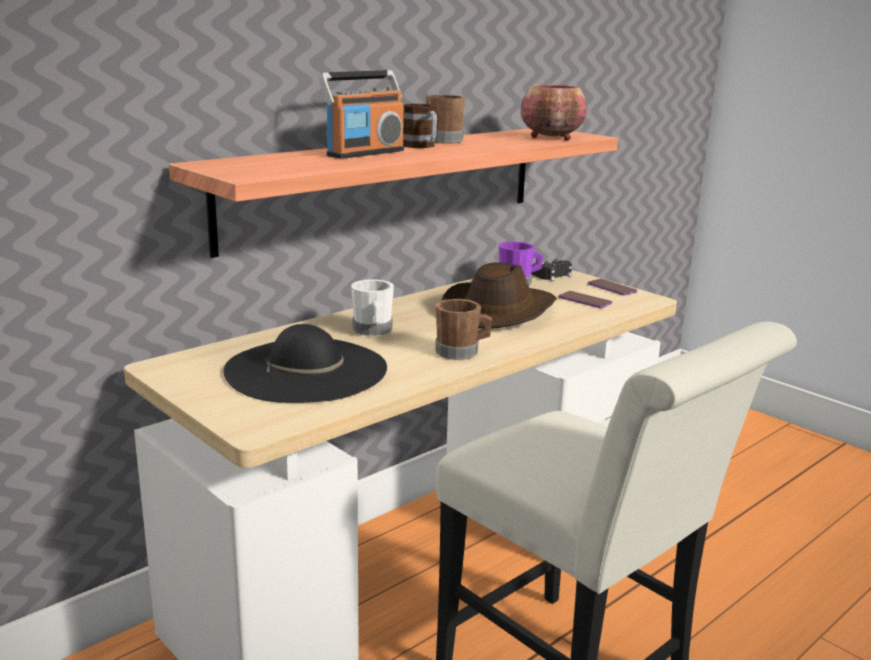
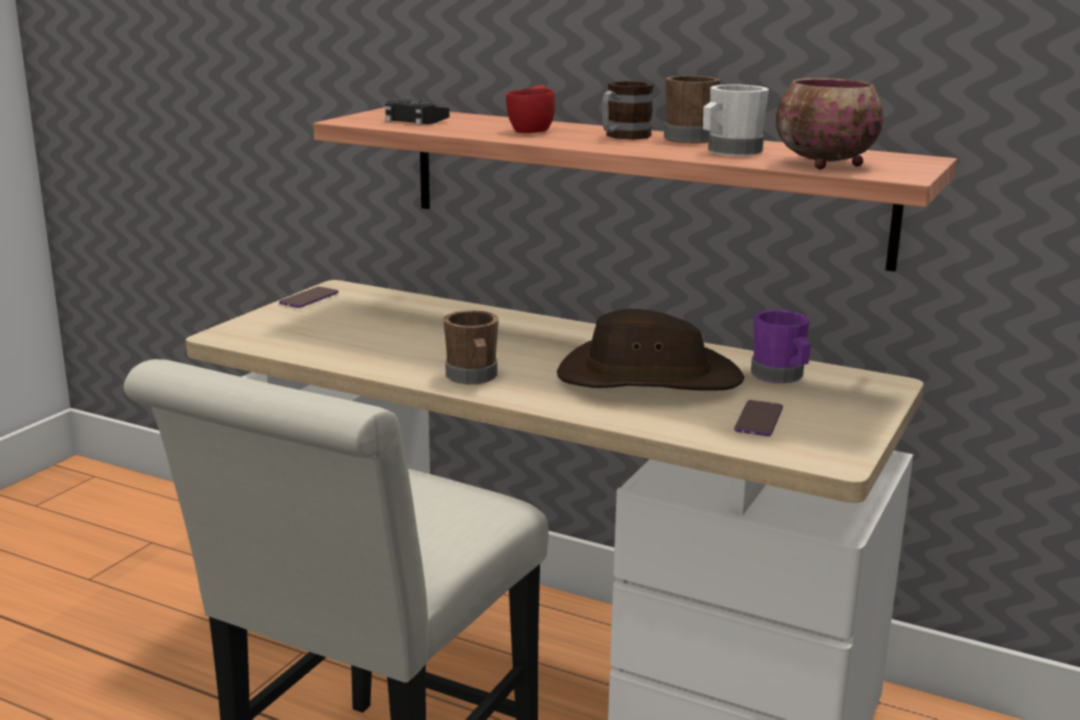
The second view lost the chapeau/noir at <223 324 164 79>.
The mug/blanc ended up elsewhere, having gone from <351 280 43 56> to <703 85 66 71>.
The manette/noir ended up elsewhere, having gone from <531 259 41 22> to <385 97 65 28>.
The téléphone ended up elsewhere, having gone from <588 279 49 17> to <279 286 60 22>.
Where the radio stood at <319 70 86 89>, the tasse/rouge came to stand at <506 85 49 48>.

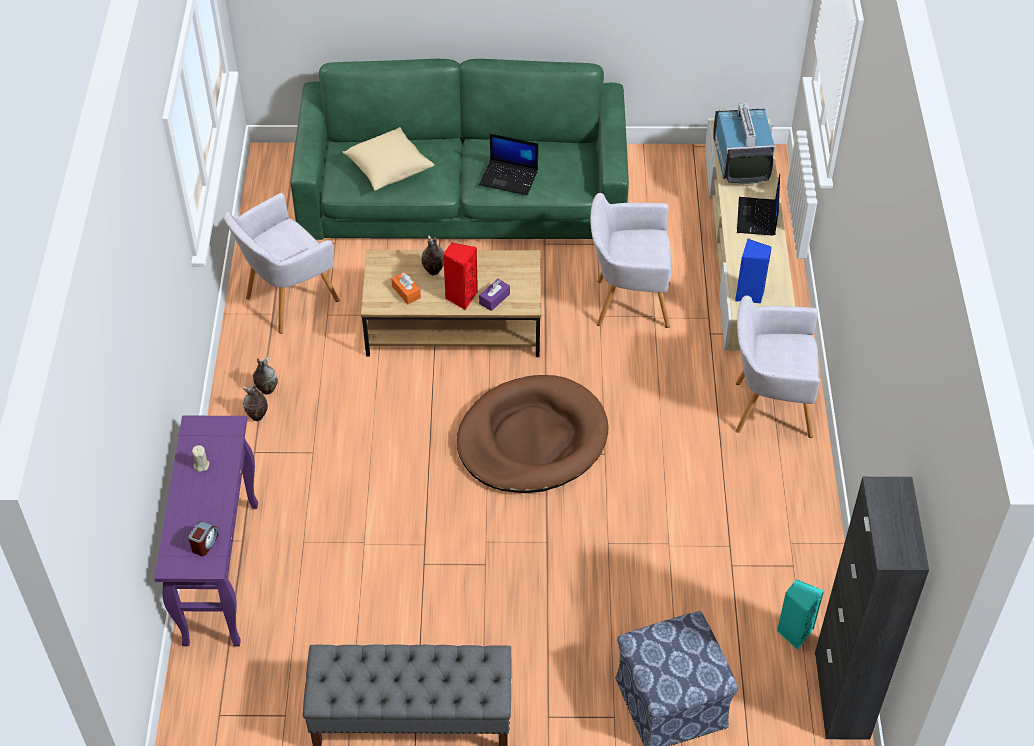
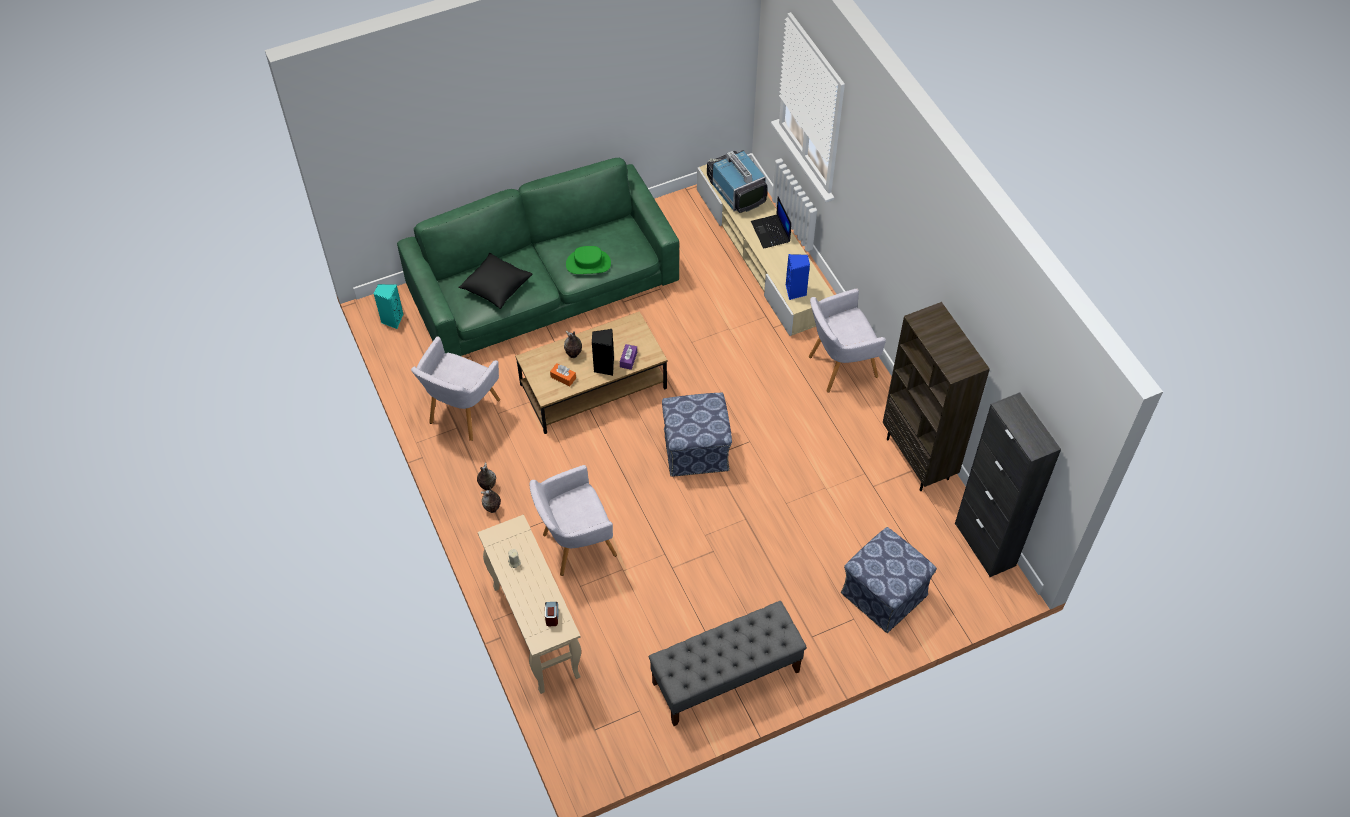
The second view gained the bibliothèque/marron at <883 302 107 189>.
The fauteuil/gris ended up elsewhere, having gone from <590 193 81 135> to <530 465 87 111>.
The enceinte/turquoise ended up elsewhere, having gone from <777 579 47 71> to <374 284 30 45>.
Where the panier pour chien/marron stood at <457 375 151 118>, the pouf came to stand at <662 393 70 84>.
Where the ordinateur portable stood at <479 133 59 62>, the chapeau/vert came to stand at <566 246 45 28>.
What was the table console/violet at <154 416 104 230> turned into the table console/beige at <478 514 103 180>.
What was the coussin/beige at <342 127 92 63> turned into the coussin/noir at <458 253 74 56>.
What was the enceinte/rouge at <443 243 35 67> turned into the enceinte/noir at <592 329 22 47>.

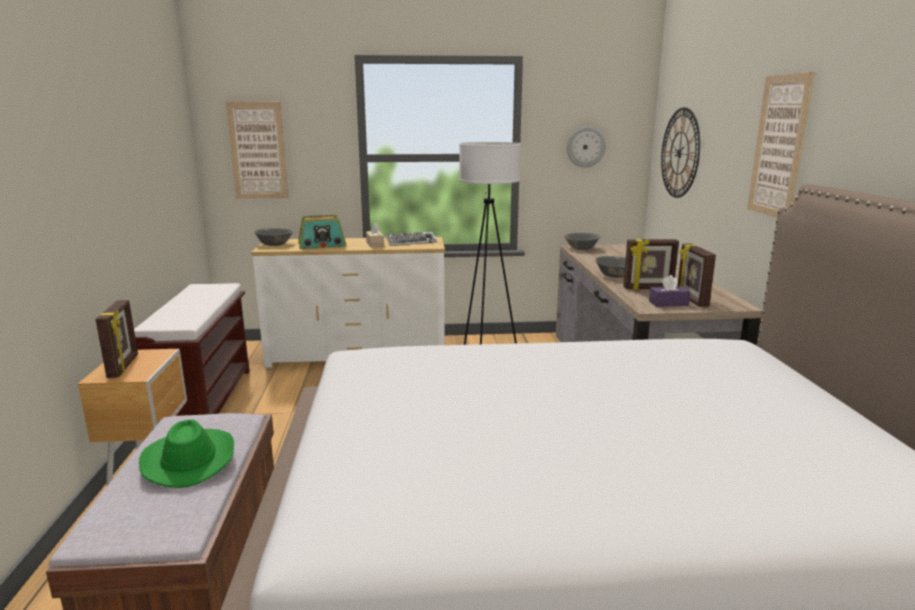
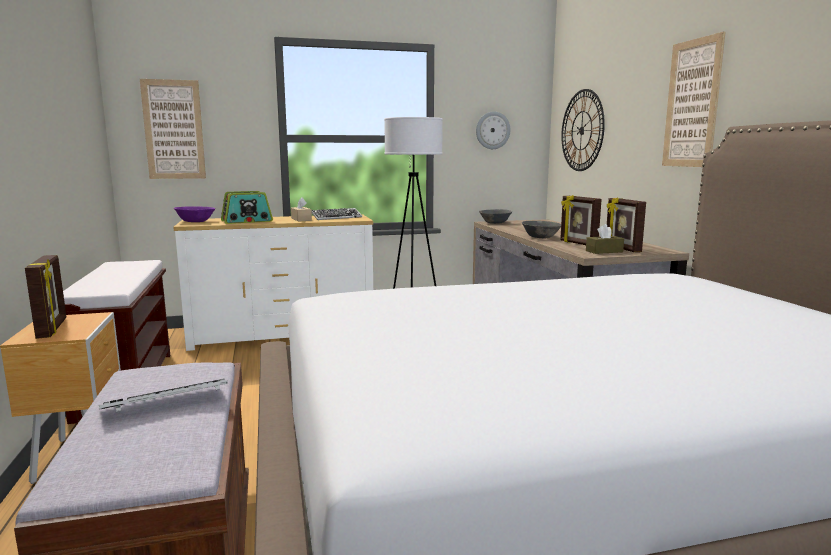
Where the chapeau/vert stood at <139 420 95 68>, the clavier came to stand at <99 379 129 33>.
What was the bol/gris at <254 228 39 18> turned into the bol/violet at <174 206 41 16>.
What was the boîte à mouchoirs/violet at <649 275 42 32> turned into the boîte à mouchoirs/marron at <586 224 38 30>.
The cadre photo at <623 239 56 51> ended up facing another way, 75 degrees clockwise from before.

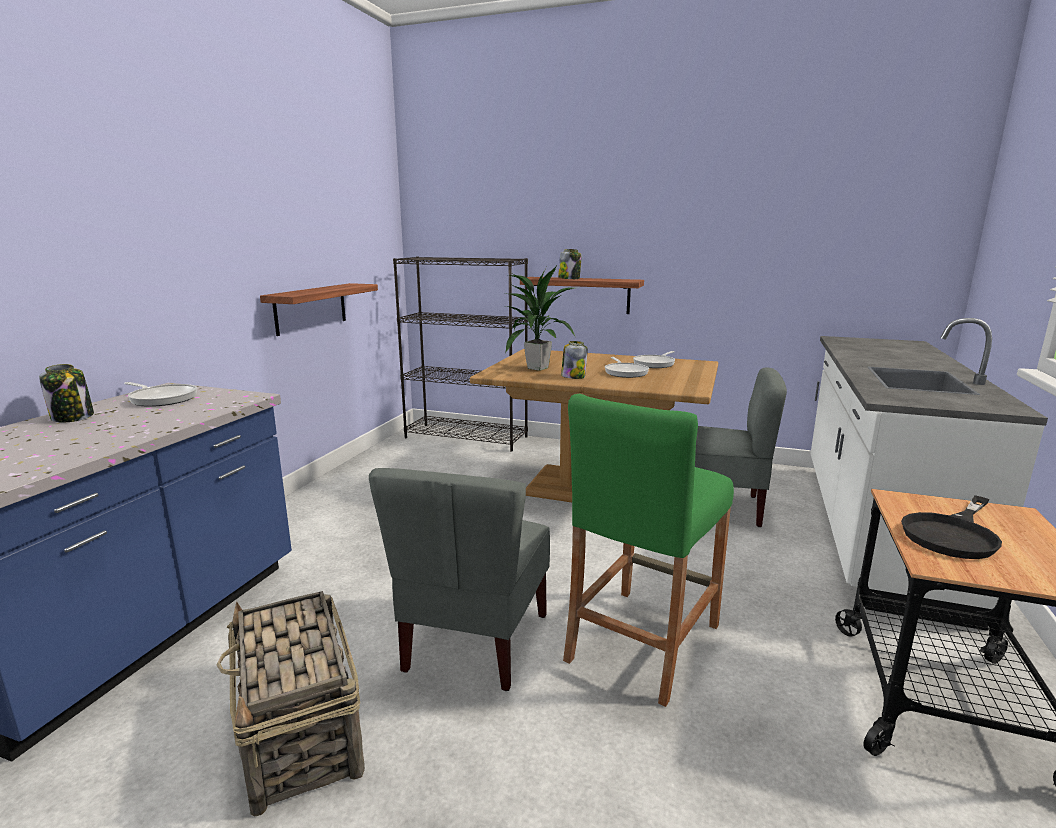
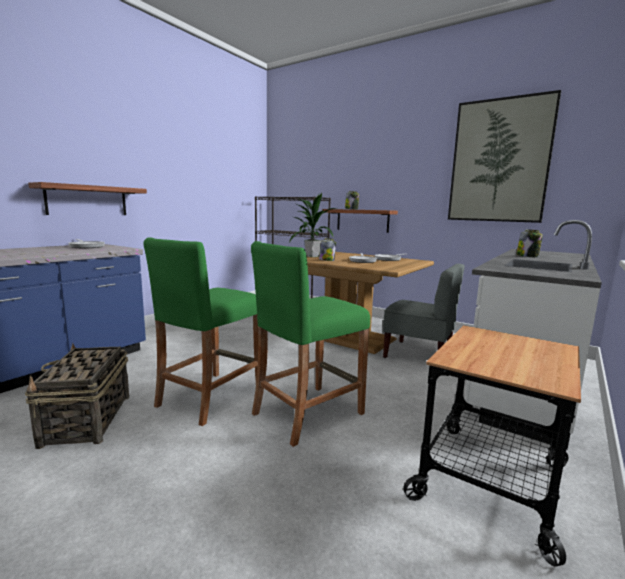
The second view lost the poêle/noir at <901 495 101 64>.
The second view gained the tableau at <448 90 113 133>.
The bocal ended up elsewhere, having gone from <39 364 55 58> to <516 229 27 28>.
The étagère ended up elsewhere, having gone from <260 283 118 53> to <28 182 119 33>.
Where the chaise/gris stood at <369 468 181 223>, the tabouret/vert came to stand at <144 237 114 189>.

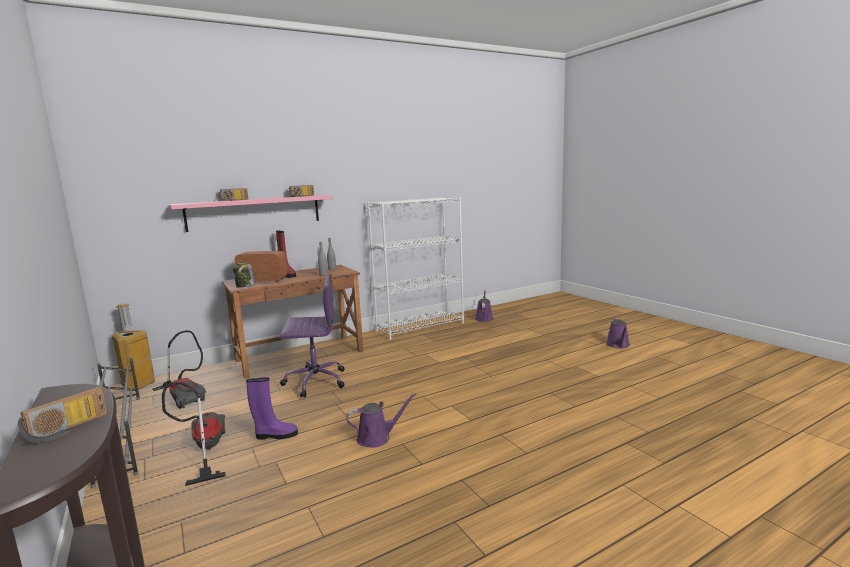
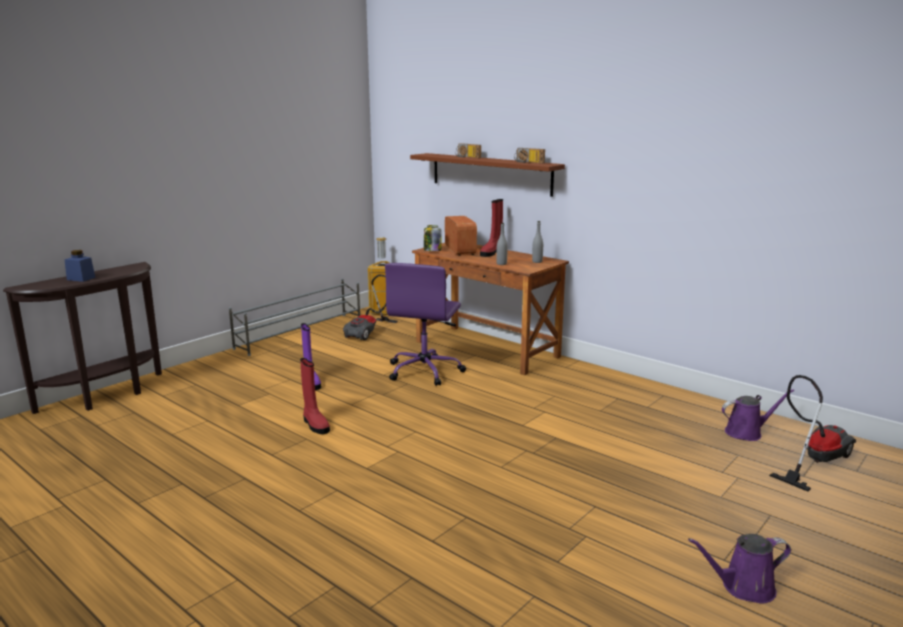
The second view lost the bibliothèque/blanc at <367 197 97 143>.
The aspirateur ended up elsewhere, having gone from <162 382 64 104> to <769 375 87 117>.
Where the radio stood at <18 387 89 55>, the bocal/bleu came to stand at <64 250 31 32>.
Where the arrosoir/violet stood at <346 393 71 55>, the botte/rouge came to stand at <300 358 30 76>.
What was the étagère/rose at <170 195 163 37> turned into the étagère/marron at <410 153 155 44>.
The chaise de bureau/violet at <280 274 65 124> ended up facing another way, 45 degrees clockwise from before.

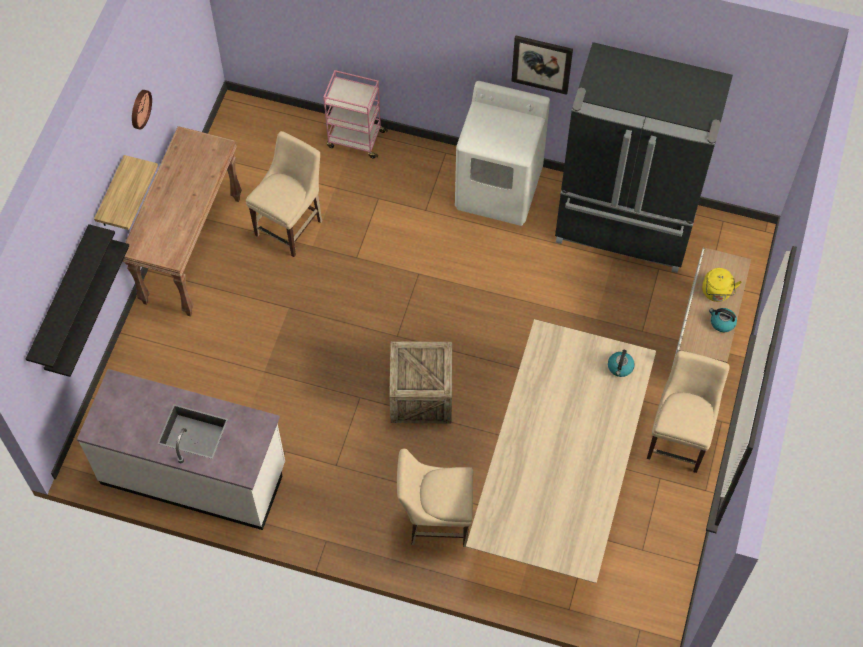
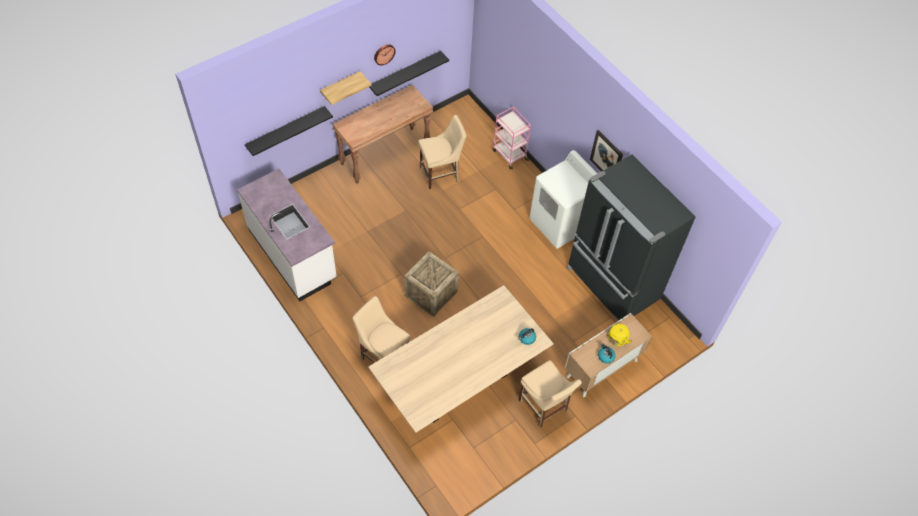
The étagère/noir ended up elsewhere, having gone from <26 224 89 144> to <369 51 80 45>.
The chaise/beige at <647 351 83 122> ended up facing another way, 90 degrees clockwise from before.

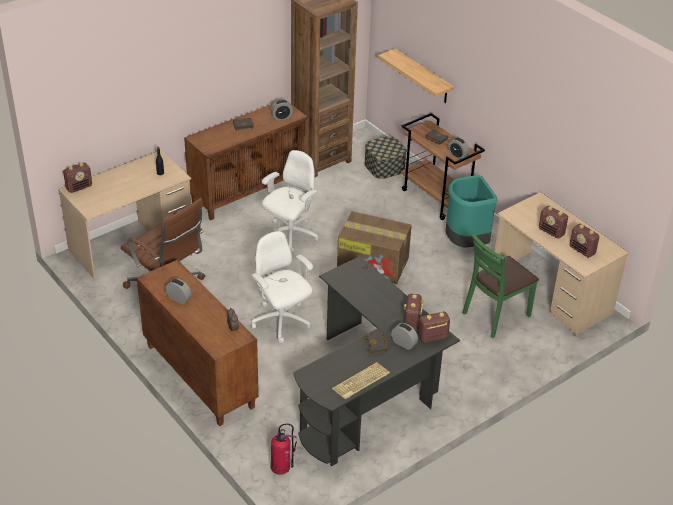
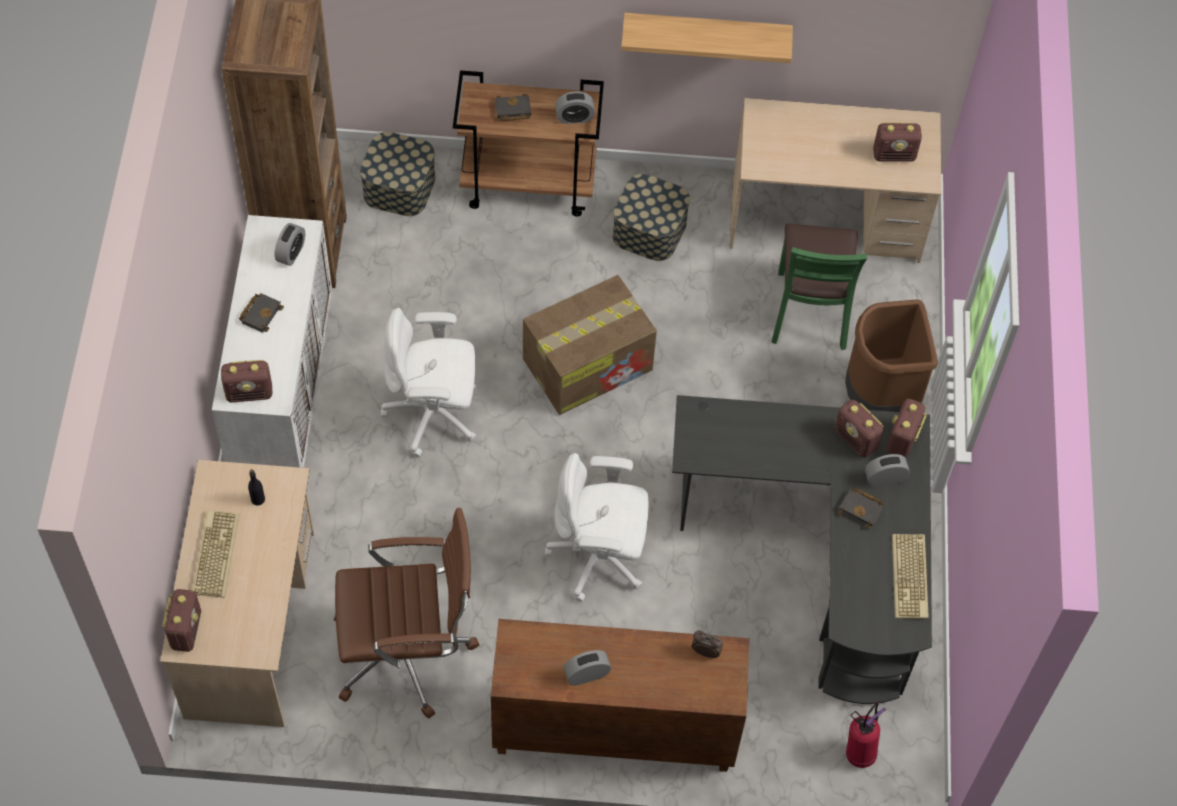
The second view gained the clavier at <192 510 47 88>.
The second view gained the poubelle/marron at <845 299 93 113>.
The étagère ended up elsewhere, having gone from <378 49 76 54> to <621 13 172 50>.
The radio ended up elsewhere, having gone from <539 206 29 32> to <221 360 52 43>.
Where the poubelle/turquoise stood at <445 175 52 72>, the boîte de rangement came to stand at <613 174 77 87>.
What was the meuble de rangement/marron at <184 99 124 121> turned into the meuble de rangement/blanc at <212 215 120 253>.
The chaise de bureau/blanc at <262 150 57 104> ended up facing another way, 75 degrees counterclockwise from before.

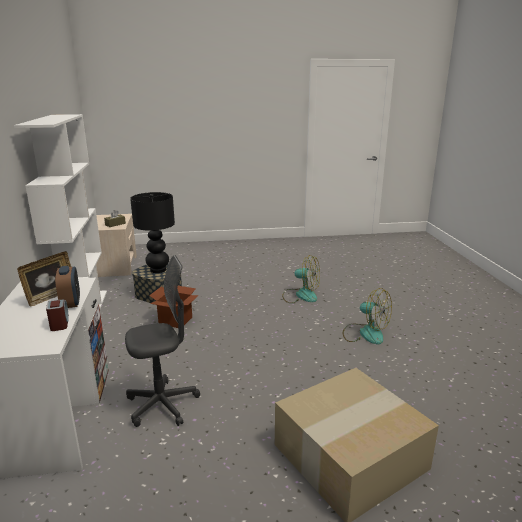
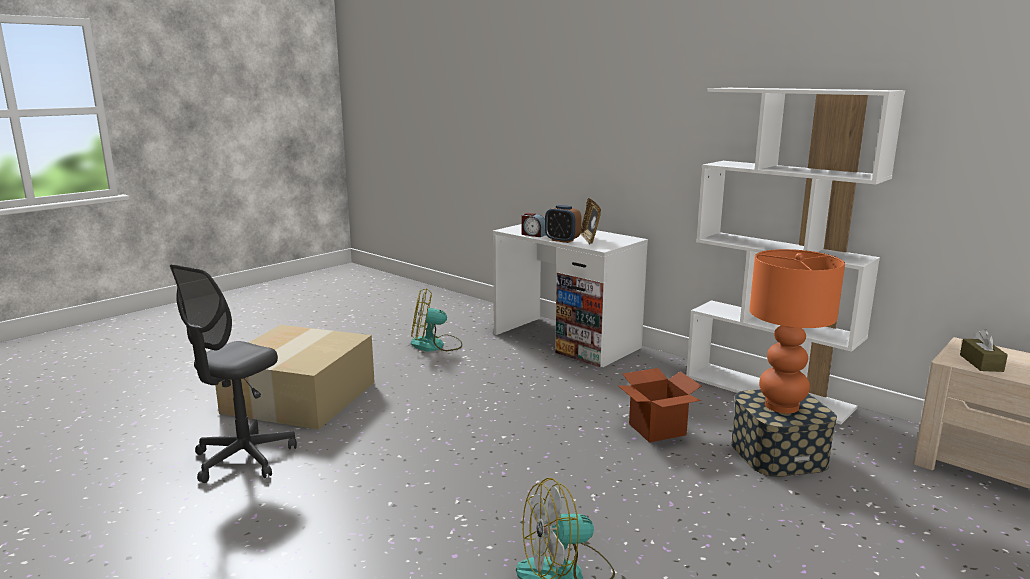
The chaise de bureau/gris ended up elsewhere, having gone from <125 255 75 172> to <170 264 127 219>.
The ventilateur ended up elsewhere, having gone from <343 288 49 56> to <411 288 51 64>.
What was the lampe de table/noir at <130 192 45 81> turned into the lampe de table/orange at <749 249 96 164>.

